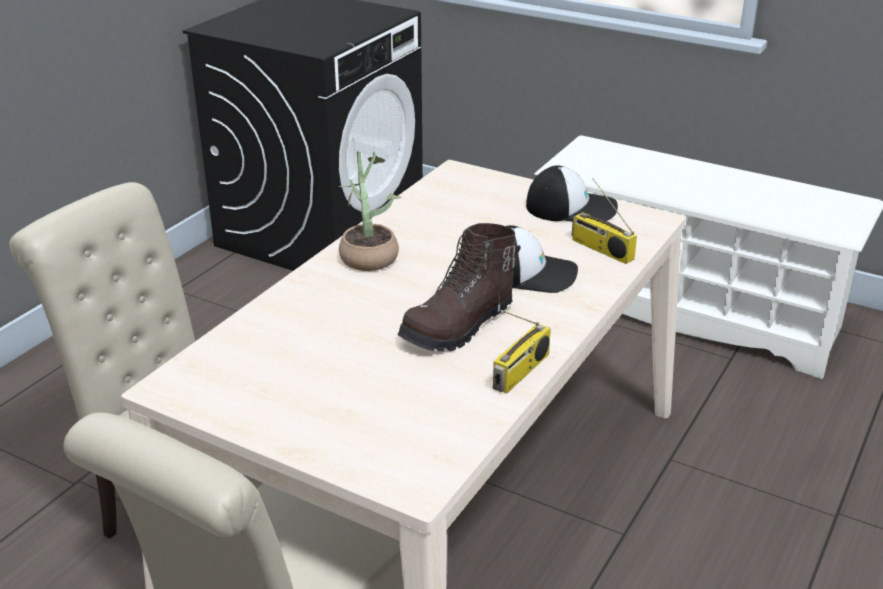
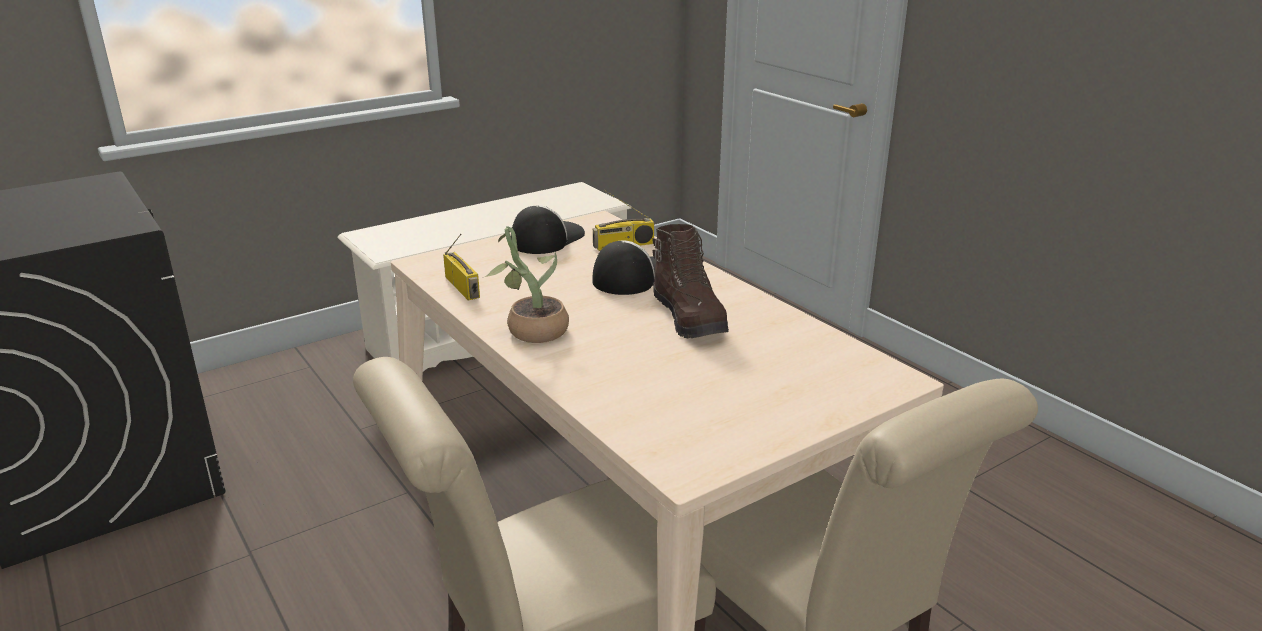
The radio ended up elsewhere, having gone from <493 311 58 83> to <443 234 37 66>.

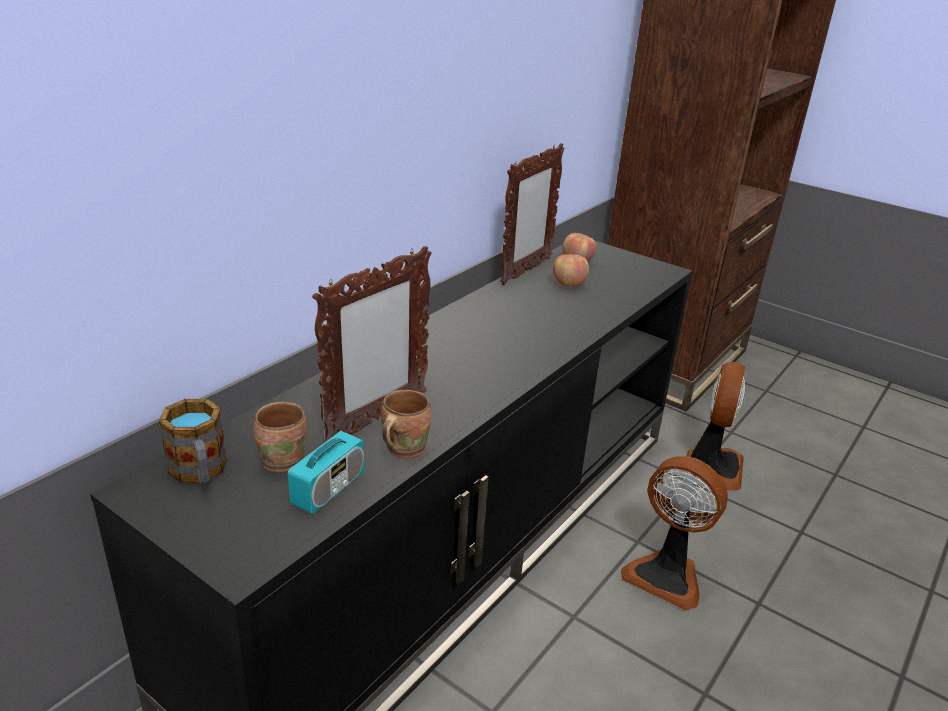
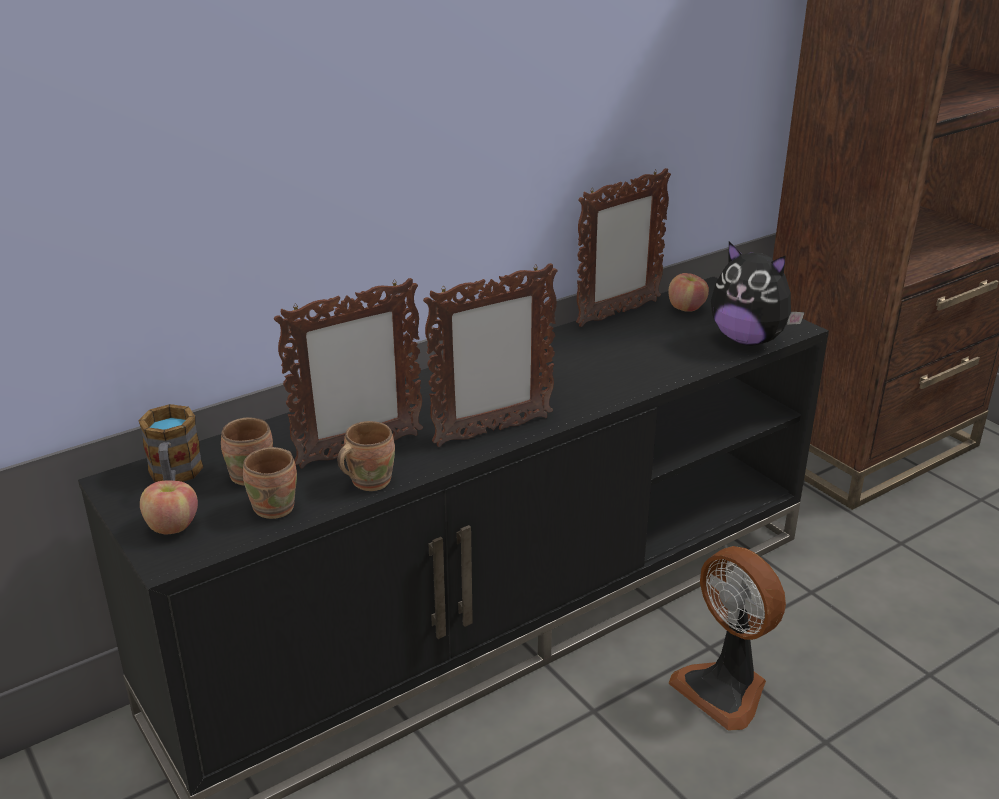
The second view lost the ventilateur at <687 362 58 129>.
The second view gained the cadre photo at <423 263 135 184>.
The second view gained the peluche at <711 241 94 105>.
The pomme ended up elsewhere, having gone from <553 254 36 33> to <140 480 58 54>.
Where the radio stood at <288 374 76 140>, the mug/marron came to stand at <243 447 54 72>.

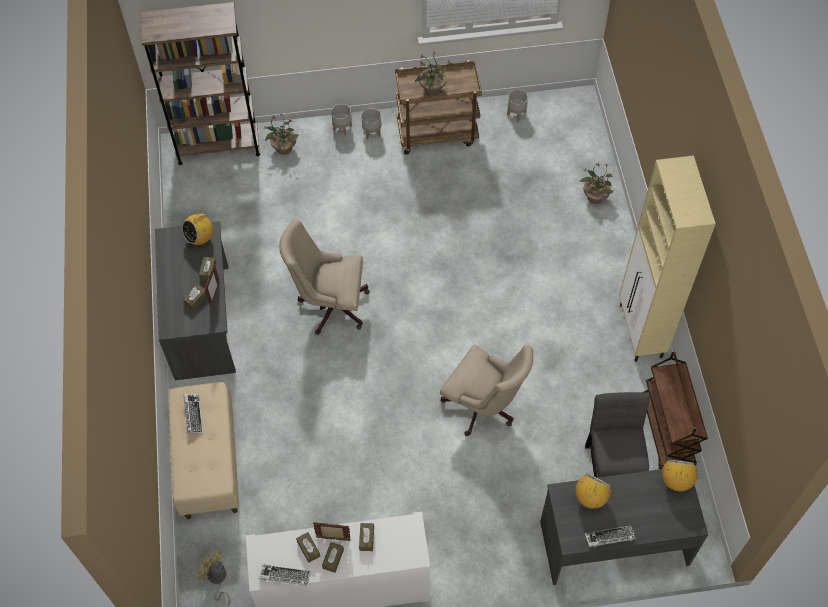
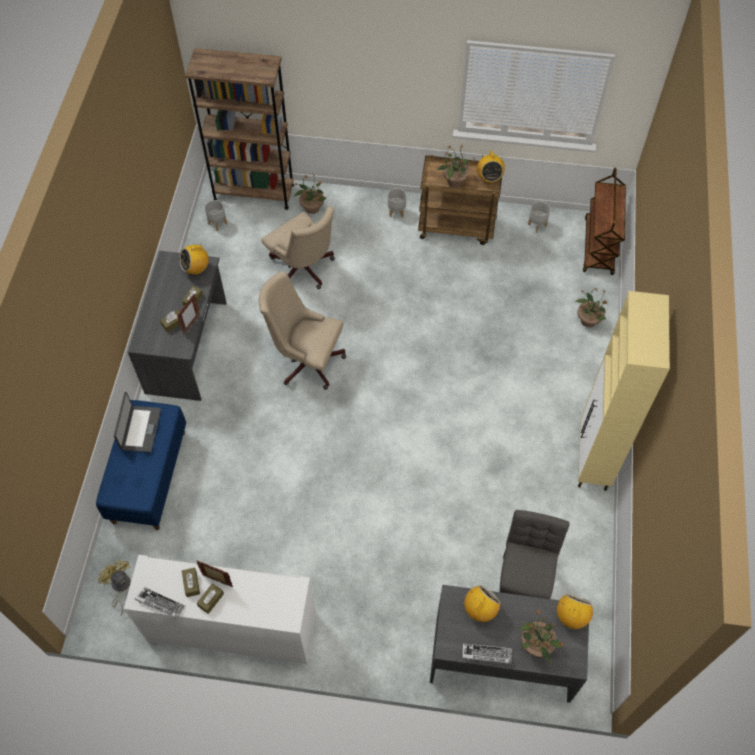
The second view lost the boîte à mouchoirs/marron at <359 523 15 28>.
The second view gained the radio at <477 150 28 34>.
The second view gained the plante en pot at <519 609 46 55>.
The cache-pot/gris ended up elsewhere, having gone from <331 104 21 32> to <205 200 22 31>.
The chaise de bureau/beige ended up elsewhere, having gone from <440 344 93 92> to <261 206 74 83>.
The chariot/marron ended up elsewhere, having gone from <643 352 65 117> to <583 168 43 107>.
Where the clavier stood at <184 394 19 39>, the ordinateur portable came to stand at <114 392 47 60>.
What was the banc/beige at <169 382 70 137> turned into the banc/bleu at <96 400 90 130>.

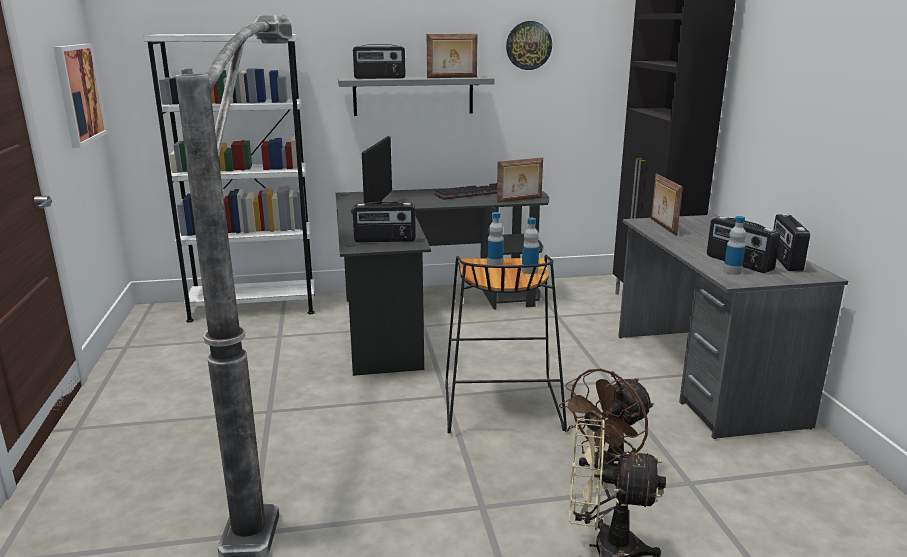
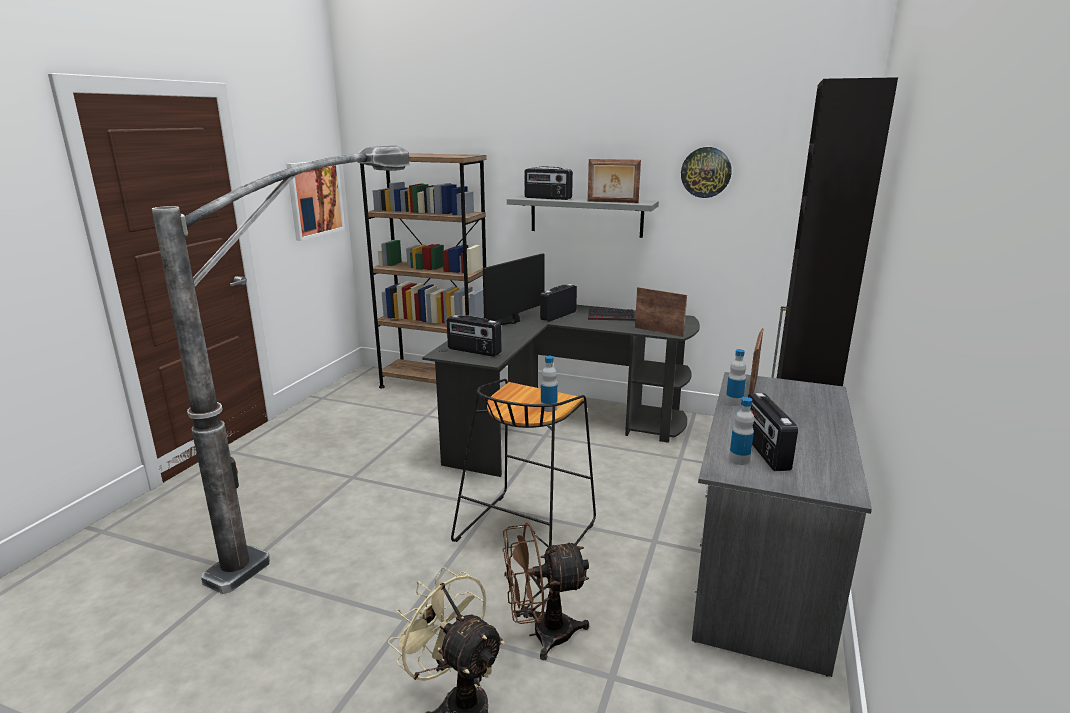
The bouteille ended up elsewhere, having gone from <487 212 17 53> to <725 349 21 57>.
The radio ended up elsewhere, having gone from <773 214 37 58> to <540 284 37 38>.
What was the bibliothèque/blanc at <143 34 172 289> turned into the bibliothèque/marron at <360 153 127 235>.
The cadre photo at <497 157 46 46> ended up facing another way, 150 degrees counterclockwise from before.

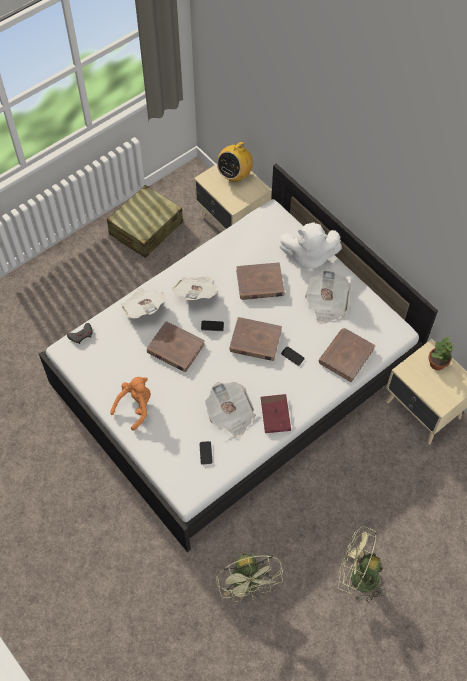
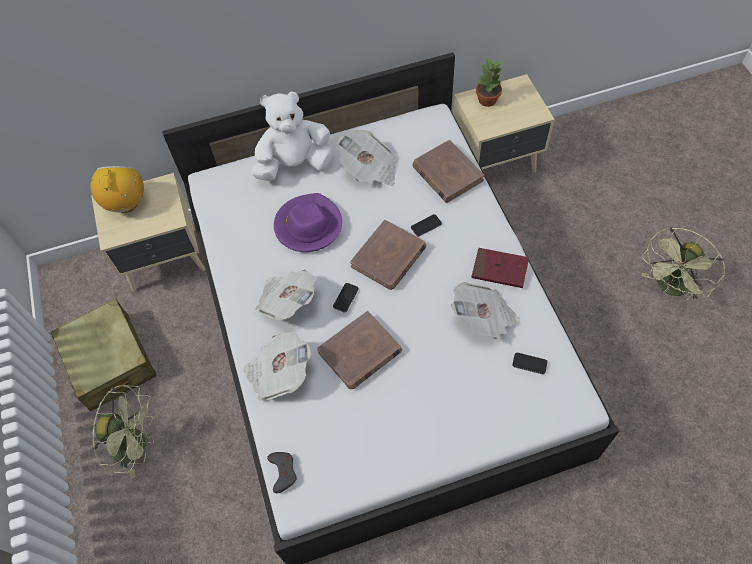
The second view lost the peluche/orange at <110 377 41 54>.
The ventilateur/vert ended up elsewhere, having gone from <216 552 67 50> to <92 385 64 93>.
Where the livre/marron stood at <236 262 48 38>, the chapeau/violet came to stand at <274 193 68 59>.
The radio at <217 140 36 42> ended up facing another way, 150 degrees counterclockwise from before.
The peluche/blanc at <279 222 63 50> ended up facing another way, 135 degrees counterclockwise from before.

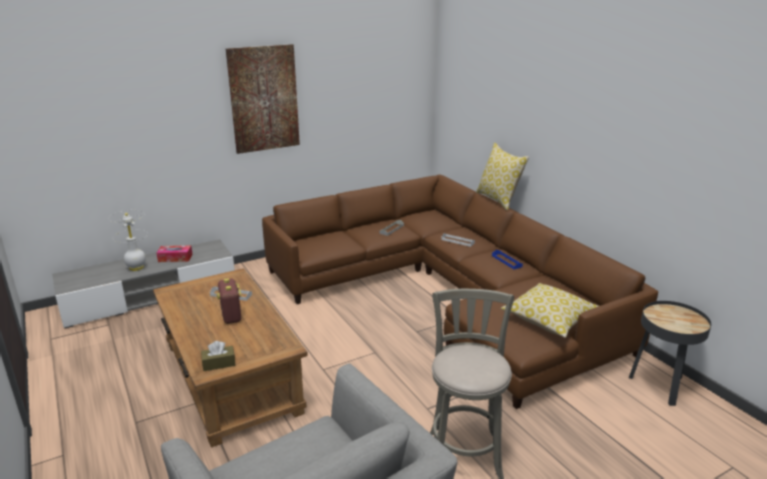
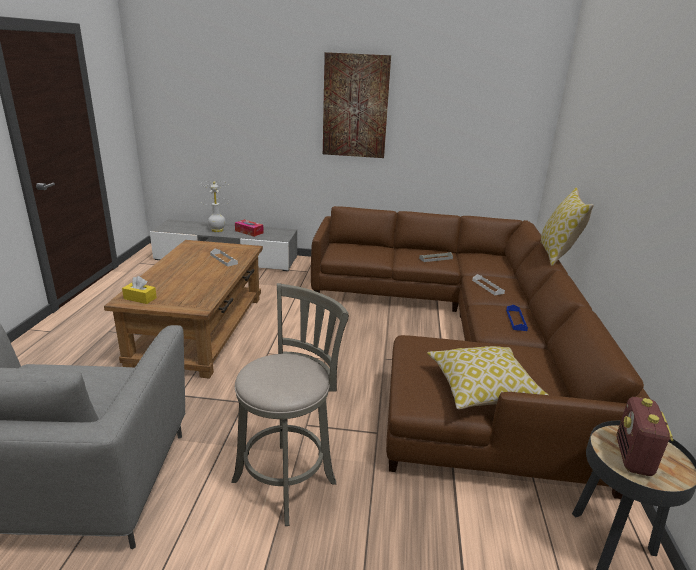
The radio ended up elsewhere, having gone from <217 278 24 46> to <617 397 57 79>.
What was the boîte à mouchoirs/marron at <201 341 35 30> turned into the boîte à mouchoirs/jaune at <122 276 35 28>.

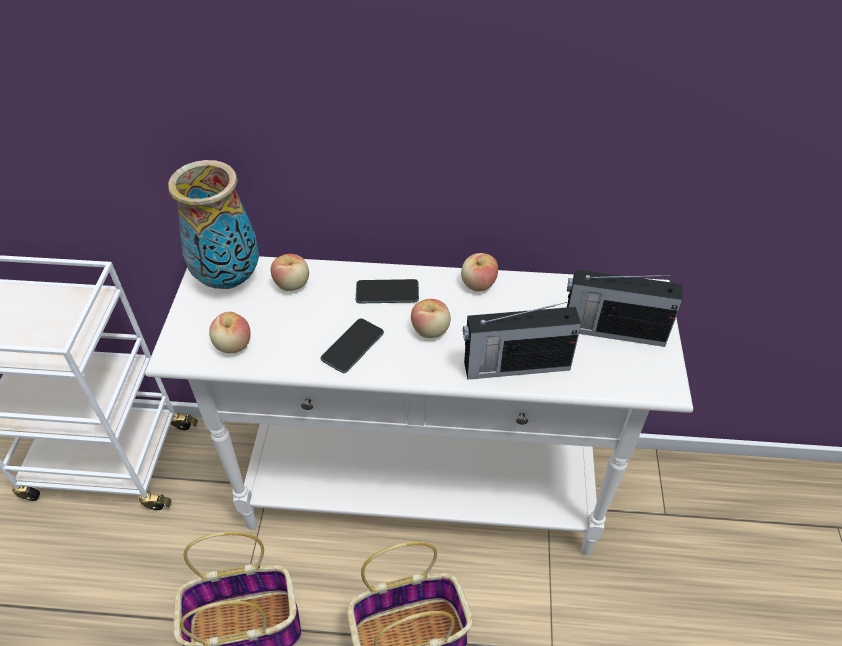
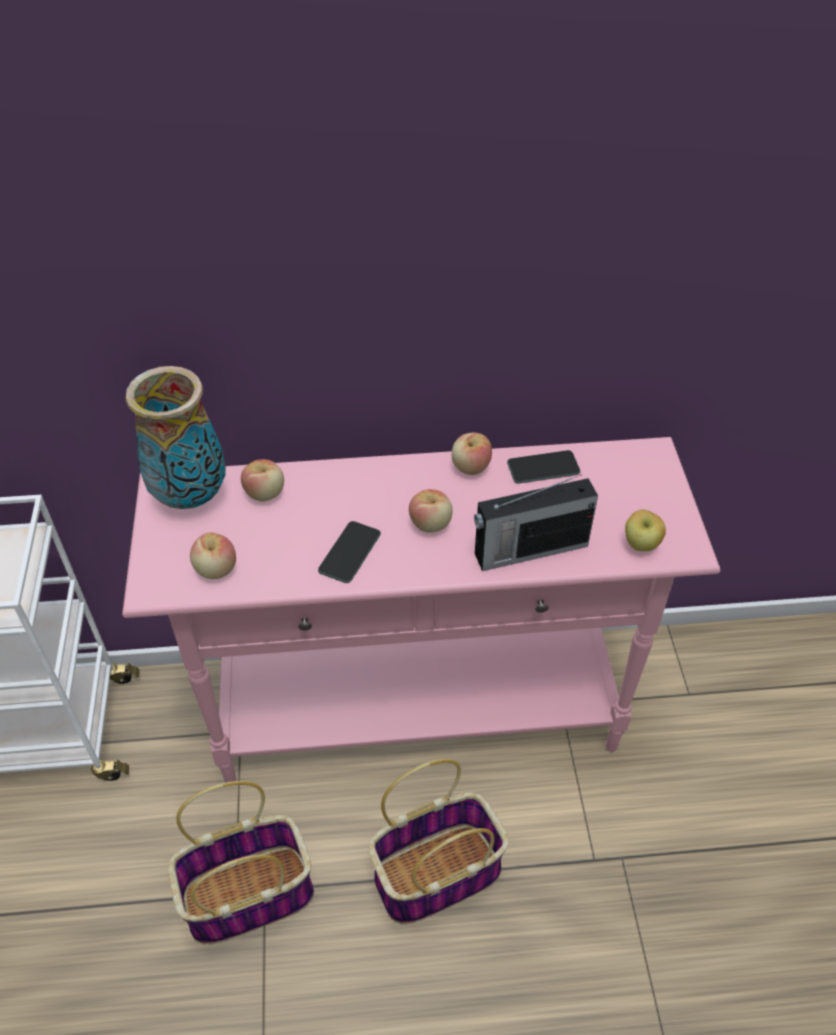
The second view lost the radio at <567 269 116 78>.
The second view gained the pomme at <625 510 41 41>.
The téléphone ended up elsewhere, having gone from <356 279 63 24> to <507 450 73 34>.
What was the table console/blanc at <145 256 548 300> turned into the table console/rose at <122 437 598 346>.

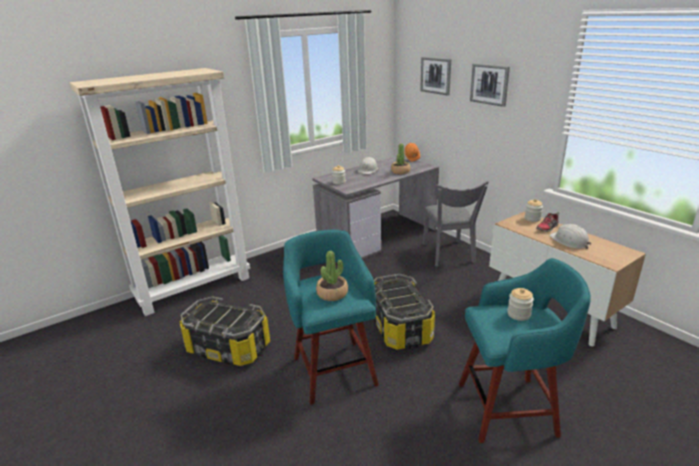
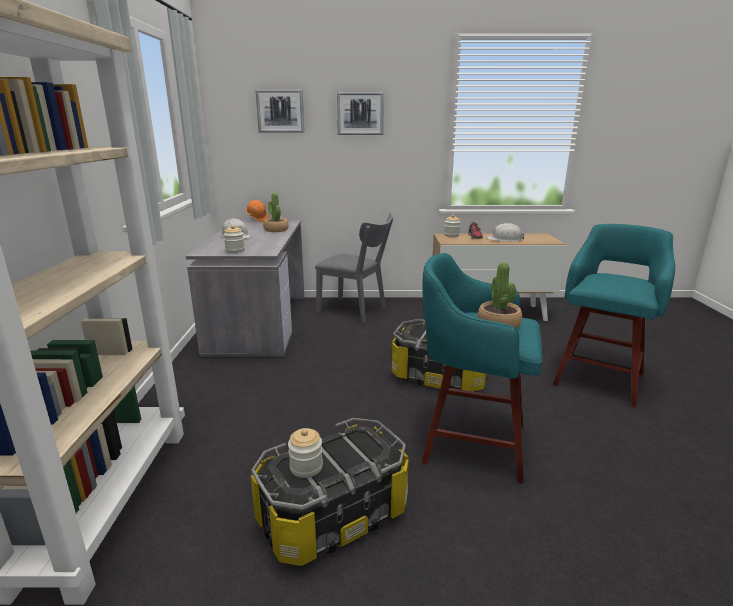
The bocal ended up elsewhere, having gone from <507 288 27 33> to <288 428 35 50>.

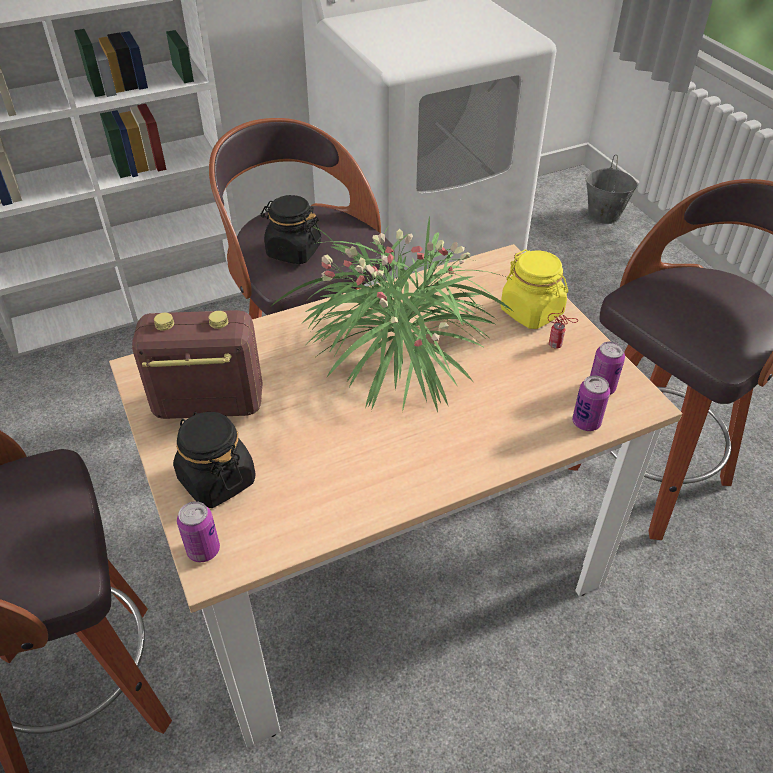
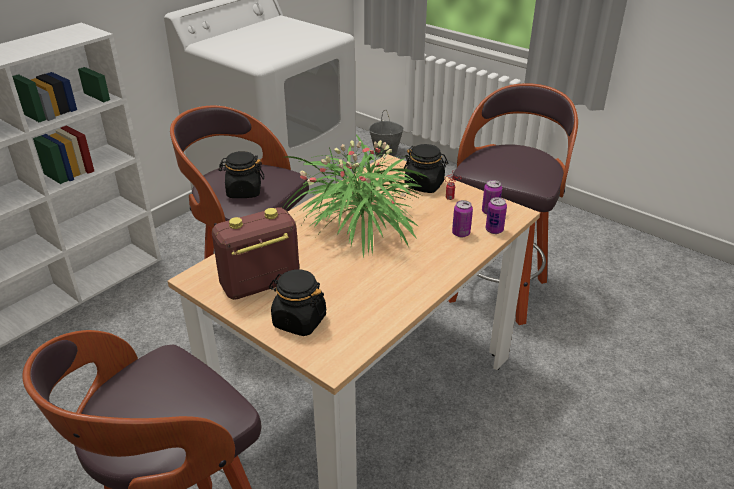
The boîte métallique ended up elsewhere, having gone from <177 501 43 61> to <452 200 21 37>.
What was the bocal/jaune at <501 249 67 80> turned into the bocal/noir at <404 144 44 49>.

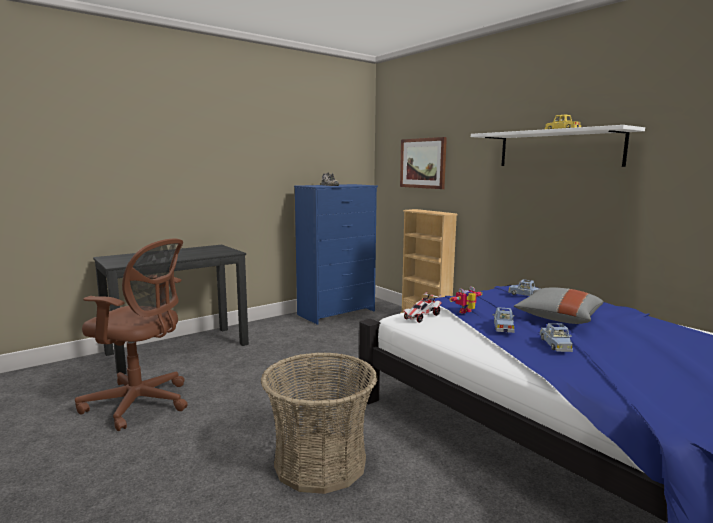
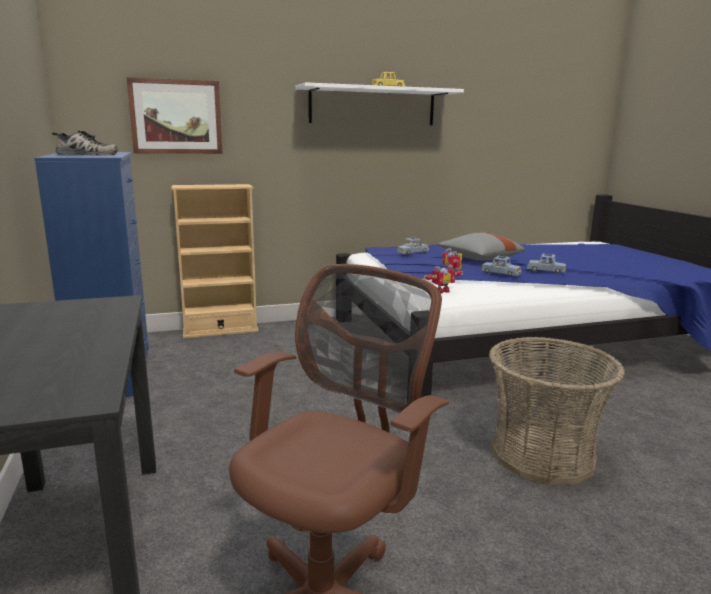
Where the petite voiture stood at <403 291 39 32>, the robot jouet came to stand at <423 264 40 30>.

